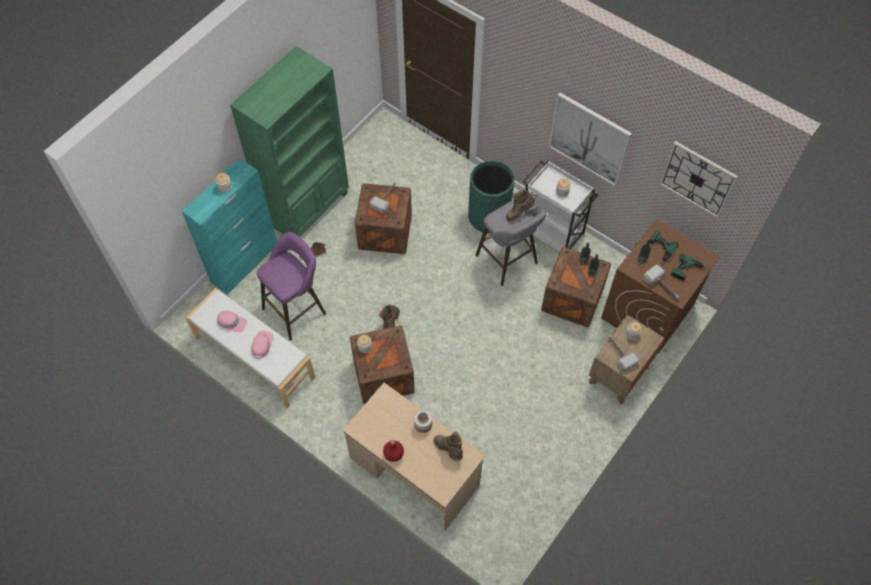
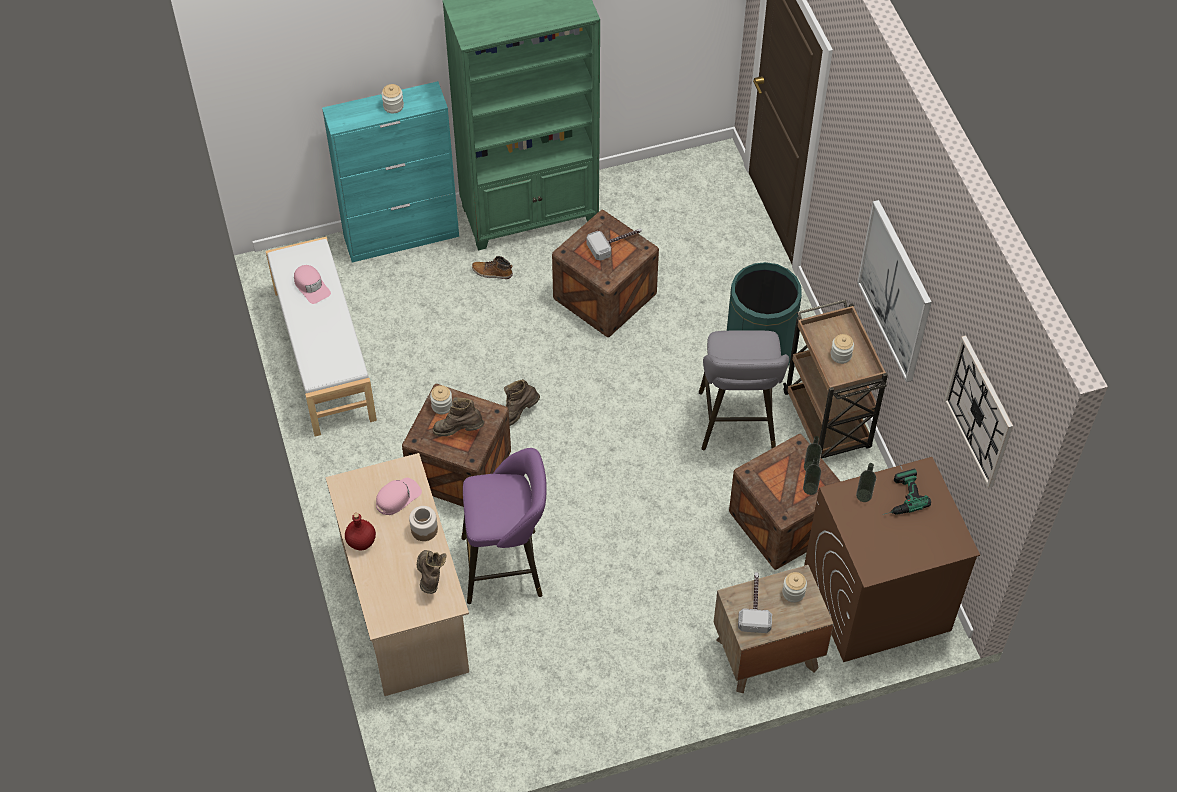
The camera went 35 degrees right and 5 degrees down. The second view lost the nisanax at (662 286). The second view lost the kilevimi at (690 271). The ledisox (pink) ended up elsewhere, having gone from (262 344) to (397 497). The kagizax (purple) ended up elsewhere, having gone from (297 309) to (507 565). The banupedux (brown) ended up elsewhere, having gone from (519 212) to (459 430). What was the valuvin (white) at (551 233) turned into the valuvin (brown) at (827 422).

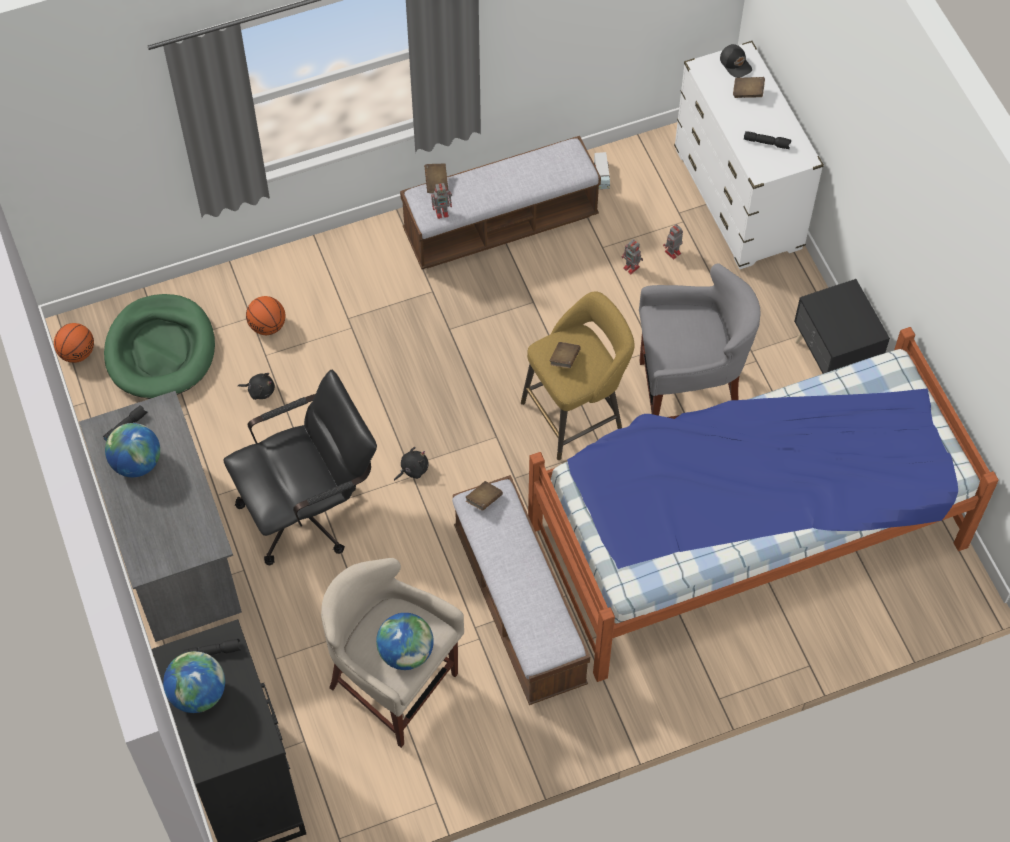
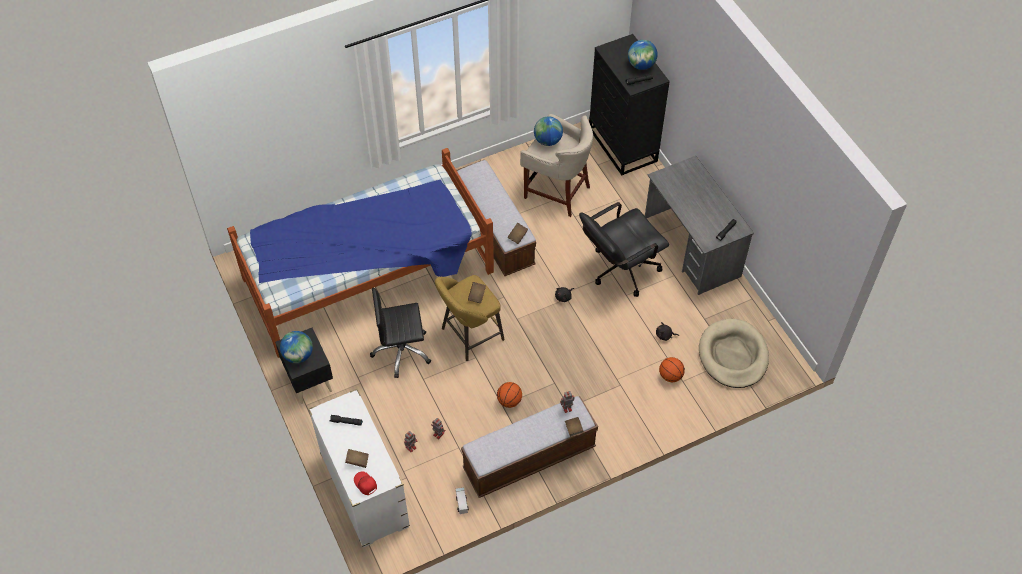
The camera went 175 degrees right and 5 degrees down. The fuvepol ended up elsewhere, having gone from (77 352) to (509 401). The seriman ended up elsewhere, having gone from (136 463) to (298 355). Where the kagizax (grey) stood at (687 396), the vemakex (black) came to stand at (401 351). What was the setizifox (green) at (161 350) turned into the setizifox (beige) at (733 355). What was the ledisox (black) at (735 64) turned into the ledisox (red) at (365 484).

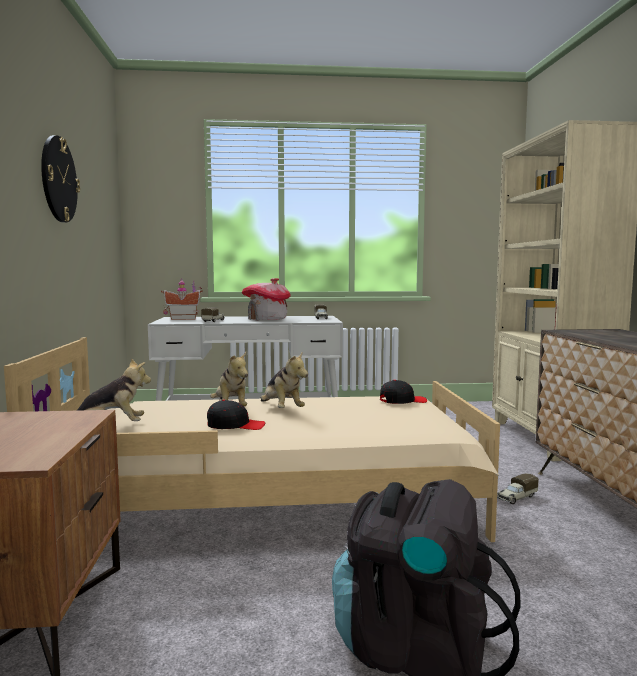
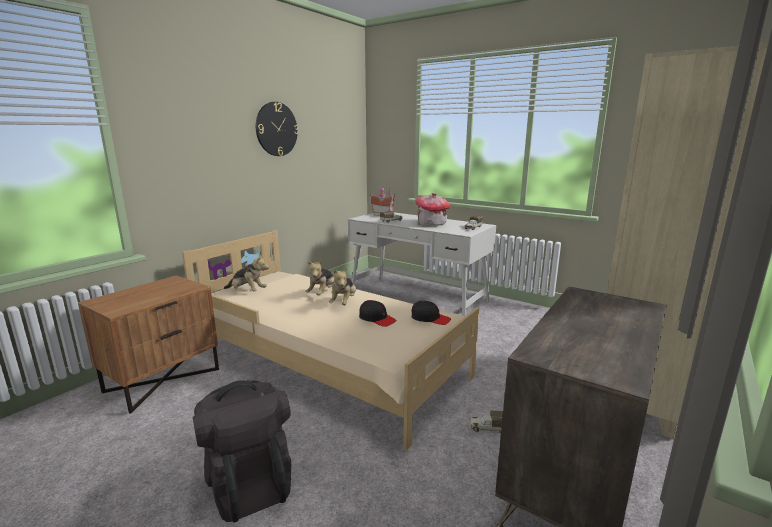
The camera went 40 degrees right and 10 degrees up. The ledisox (black) ended up elsewhere, having gone from (235 426) to (377 319).

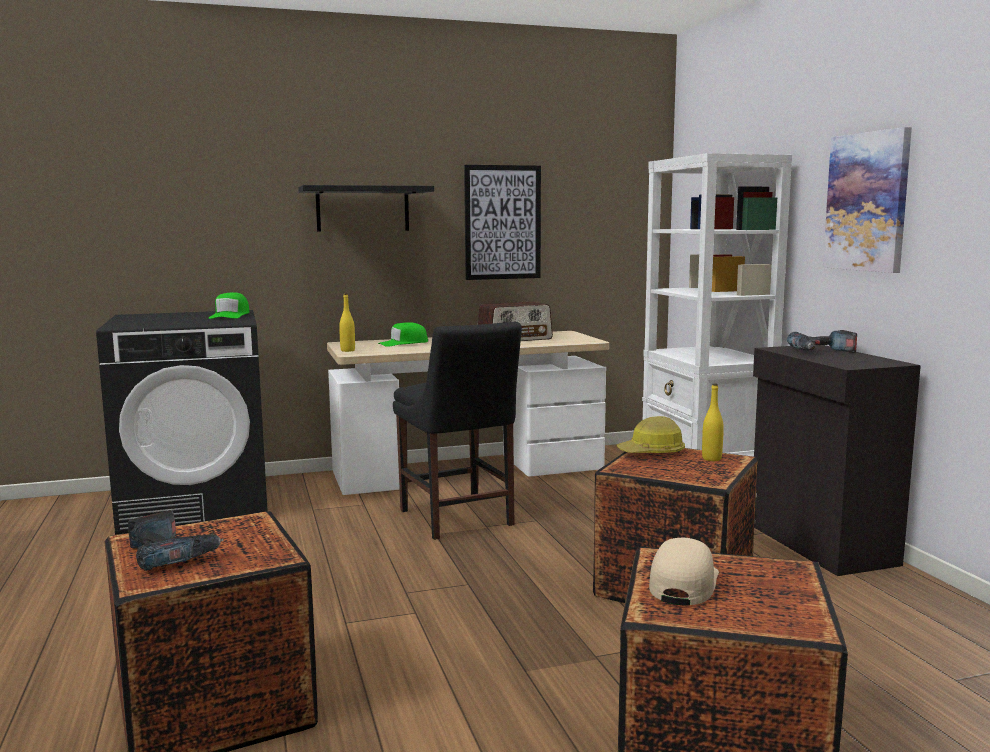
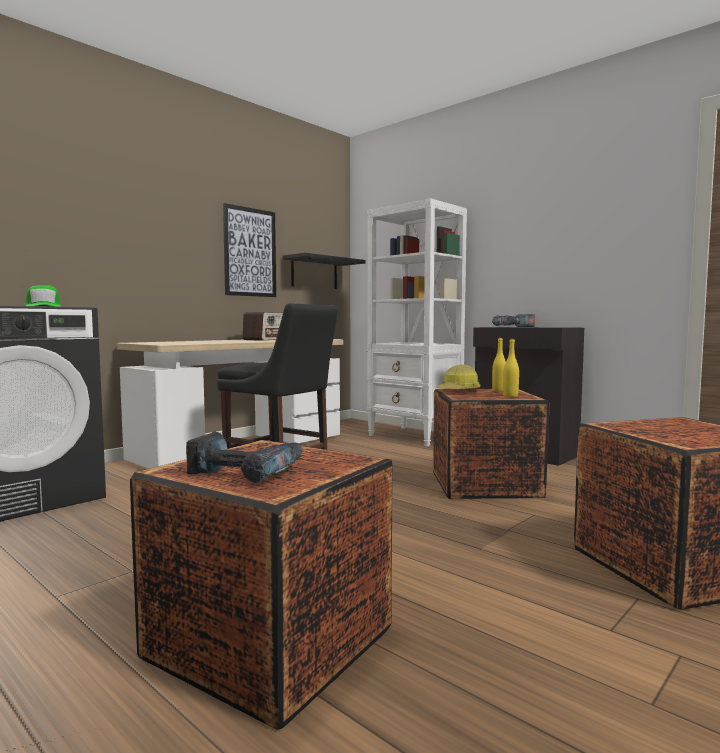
The camera went 30 degrees left and 5 degrees down. The second view lost the ledisox (green) at (403 343). The second view lost the ledisox (beige) at (683 583). The second view lost the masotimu at (867 202). The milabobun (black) ended up elsewhere, having gone from (362 209) to (314 273). The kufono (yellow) ended up elsewhere, having gone from (347 350) to (510 396).

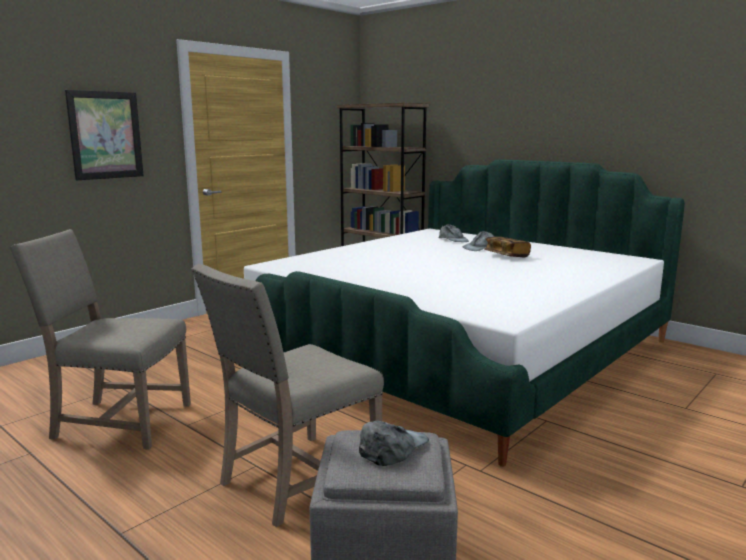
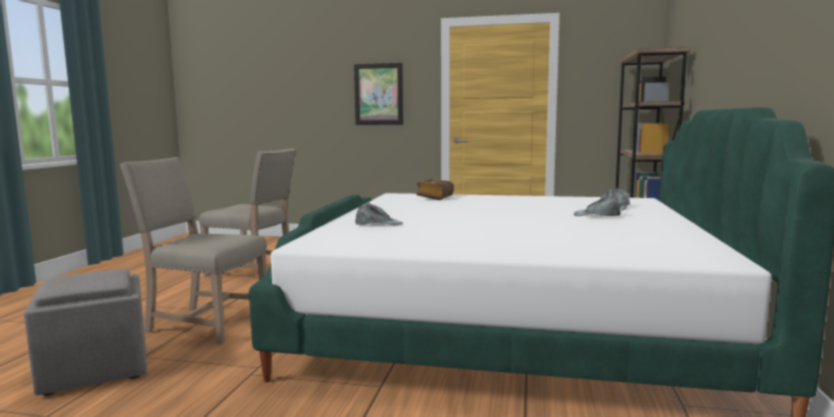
The camera went 60 degrees right and 5 degrees down. The ledisox (grey) ended up elsewhere, having gone from (392 447) to (379 224). The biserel ended up elsewhere, having gone from (506 256) to (435 197). The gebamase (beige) at (118 422) ended up facing another way, 135 degrees clockwise from before.

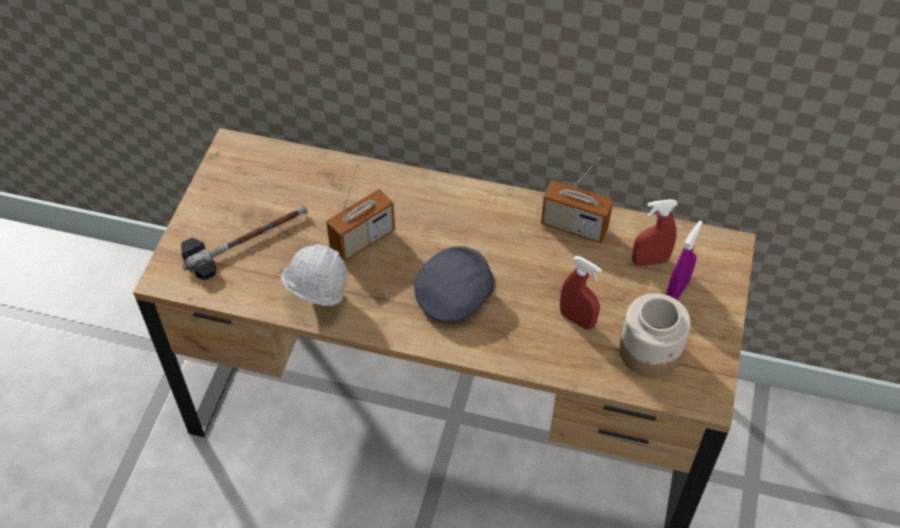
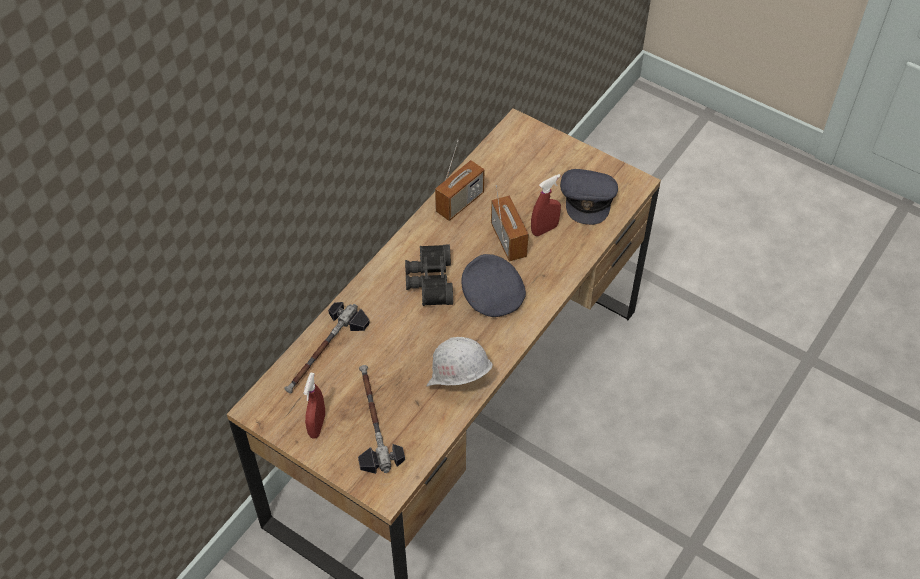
The camera went 70 degrees left and 0 degrees up. The second view lost the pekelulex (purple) at (677 290). The second view gained the nisanax at (324 352). The second view gained the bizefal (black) at (428 281). The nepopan ended up elsewhere, having gone from (362 240) to (508 240). The pekelulex (red) ended up elsewhere, having gone from (650 261) to (317 425). Where the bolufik stood at (650 352), the ledisox (grey) came to stand at (588 199).

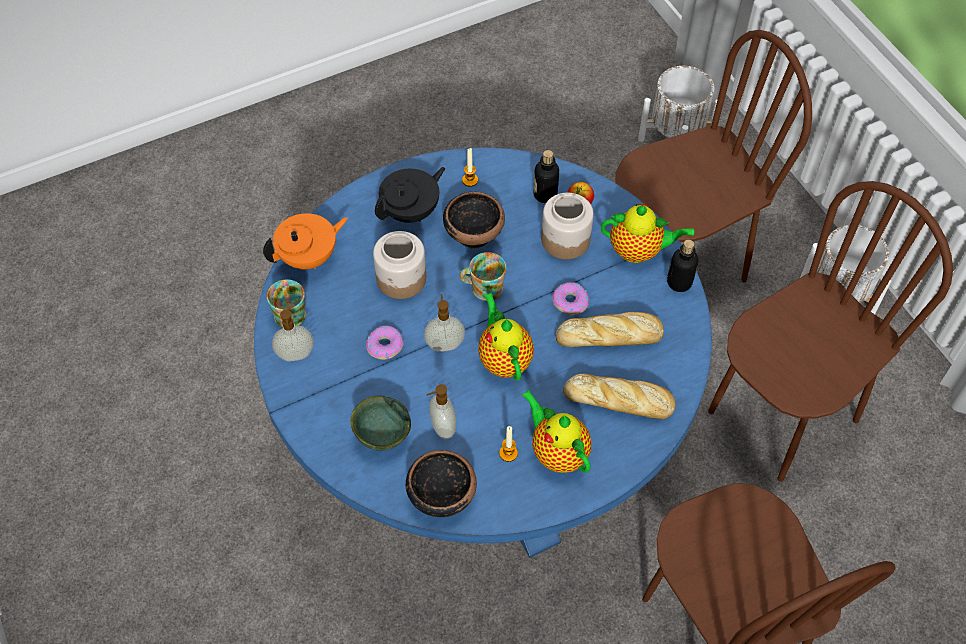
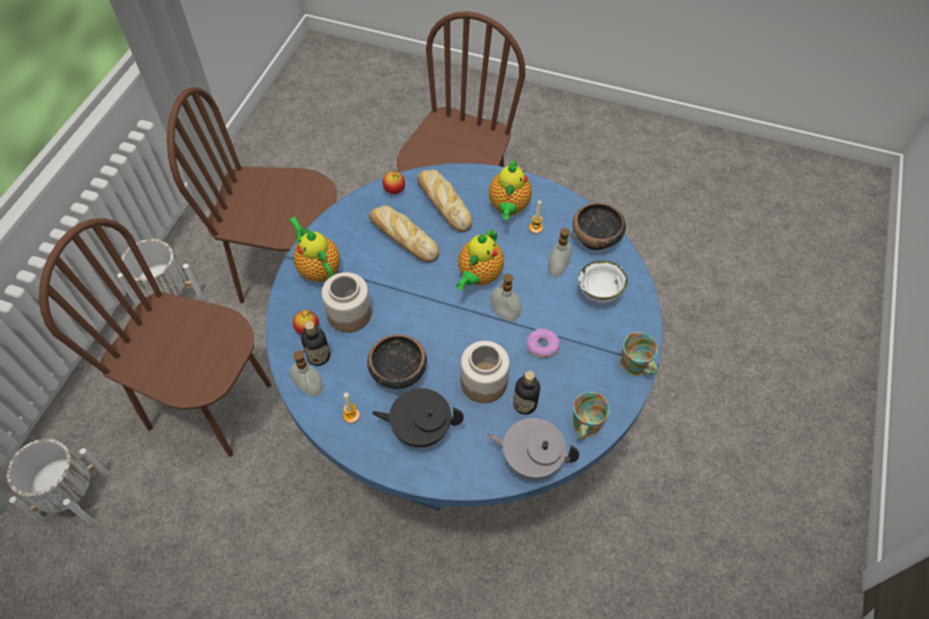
The camera went 135 degrees left and 0 degrees up. The second view lost the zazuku at (570 302). The second view gained the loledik at (394 190). The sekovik ended up elsewhere, having gone from (296 356) to (310 387). The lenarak ended up elsewhere, having gone from (482 287) to (636 366). The kufono ended up elsewhere, having gone from (679 282) to (524 404). What was the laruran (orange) at (309 257) turned into the laruran (grey) at (531 458). What was the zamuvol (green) at (381 435) turned into the zamuvol (white) at (599 294).

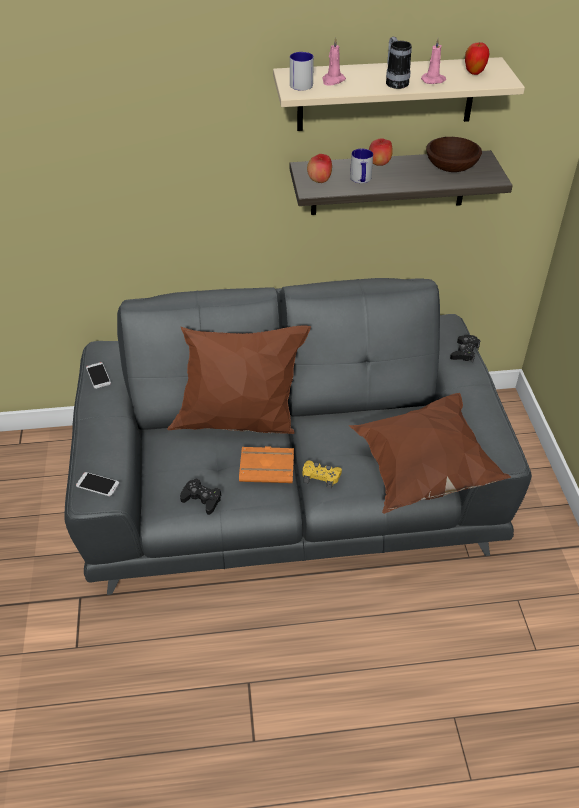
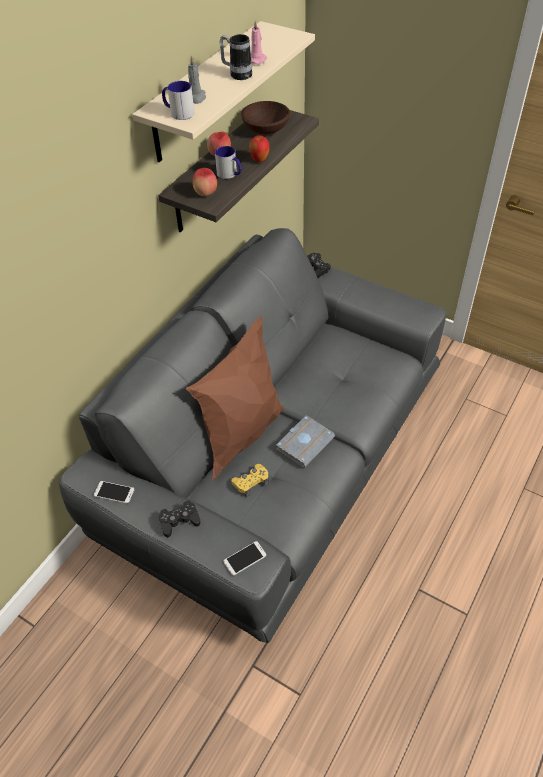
The camera went 50 degrees left and 5 degrees up. The second view lost the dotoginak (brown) at (422 472). The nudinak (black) ended up elsewhere, having gone from (202 499) to (179 521). The nudinak (yellow) ended up elsewhere, having gone from (321 476) to (251 482). The loledik ended up elsewhere, having gone from (474 73) to (259 160). What was the biserel (orange) at (268 467) turned into the biserel (grey) at (304 442). What was the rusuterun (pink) at (333 80) turned into the rusuterun (grey) at (196 97).

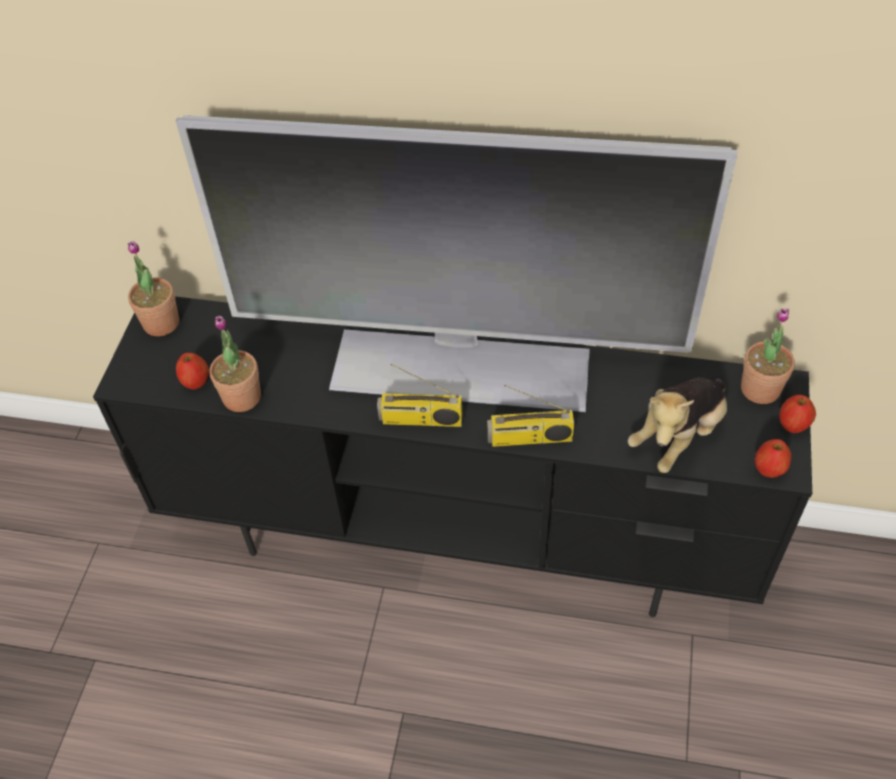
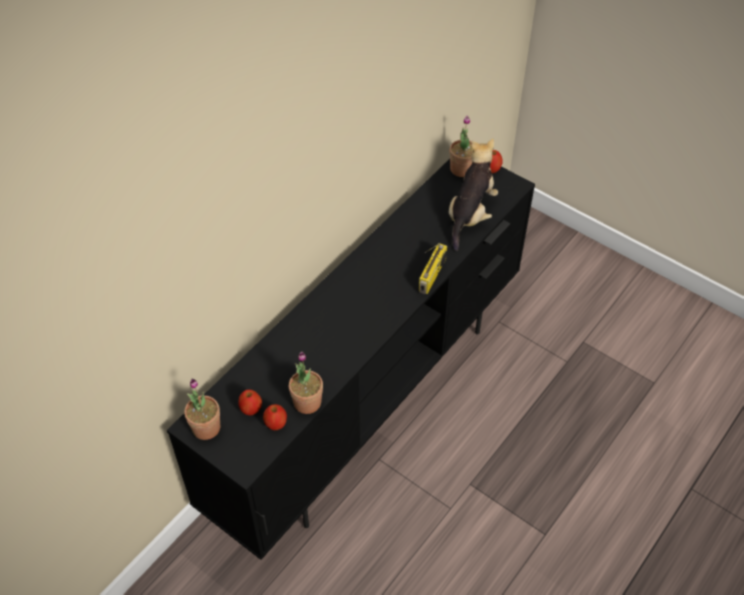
The camera went 65 degrees left and 0 degrees up. The second view lost the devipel at (460 366). The second view lost the nepopan at (420 420). The loledik ended up elsewhere, having gone from (769 469) to (251 409). The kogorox at (678 436) ended up facing another way, 135 degrees counterclockwise from before.

